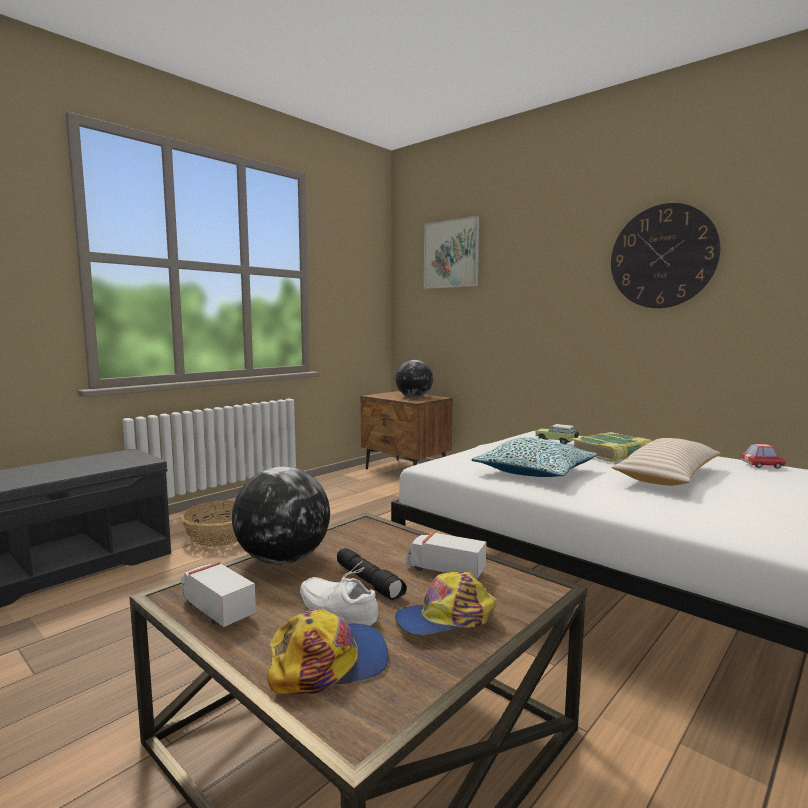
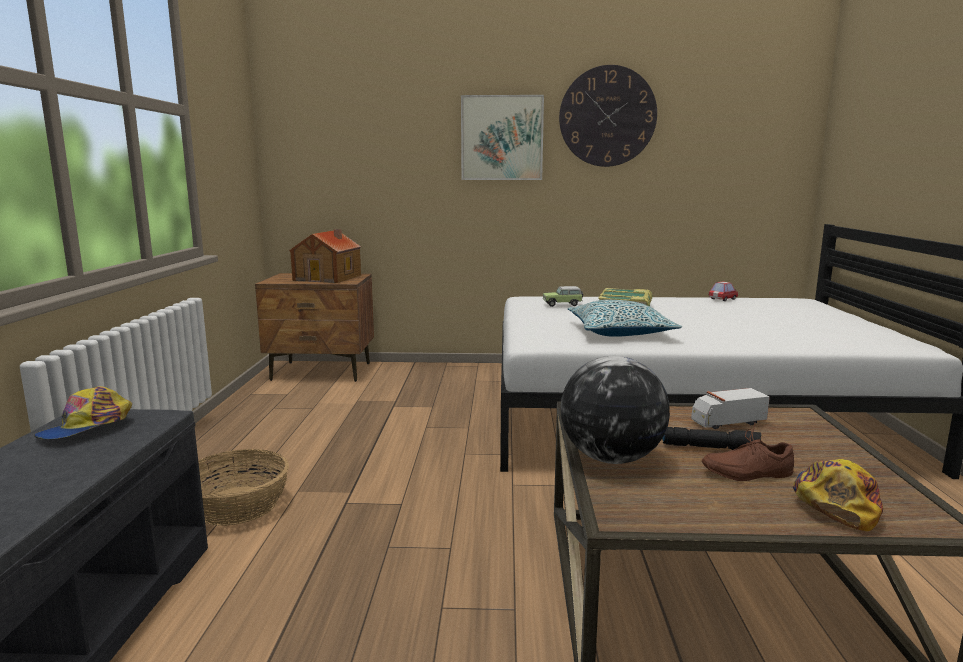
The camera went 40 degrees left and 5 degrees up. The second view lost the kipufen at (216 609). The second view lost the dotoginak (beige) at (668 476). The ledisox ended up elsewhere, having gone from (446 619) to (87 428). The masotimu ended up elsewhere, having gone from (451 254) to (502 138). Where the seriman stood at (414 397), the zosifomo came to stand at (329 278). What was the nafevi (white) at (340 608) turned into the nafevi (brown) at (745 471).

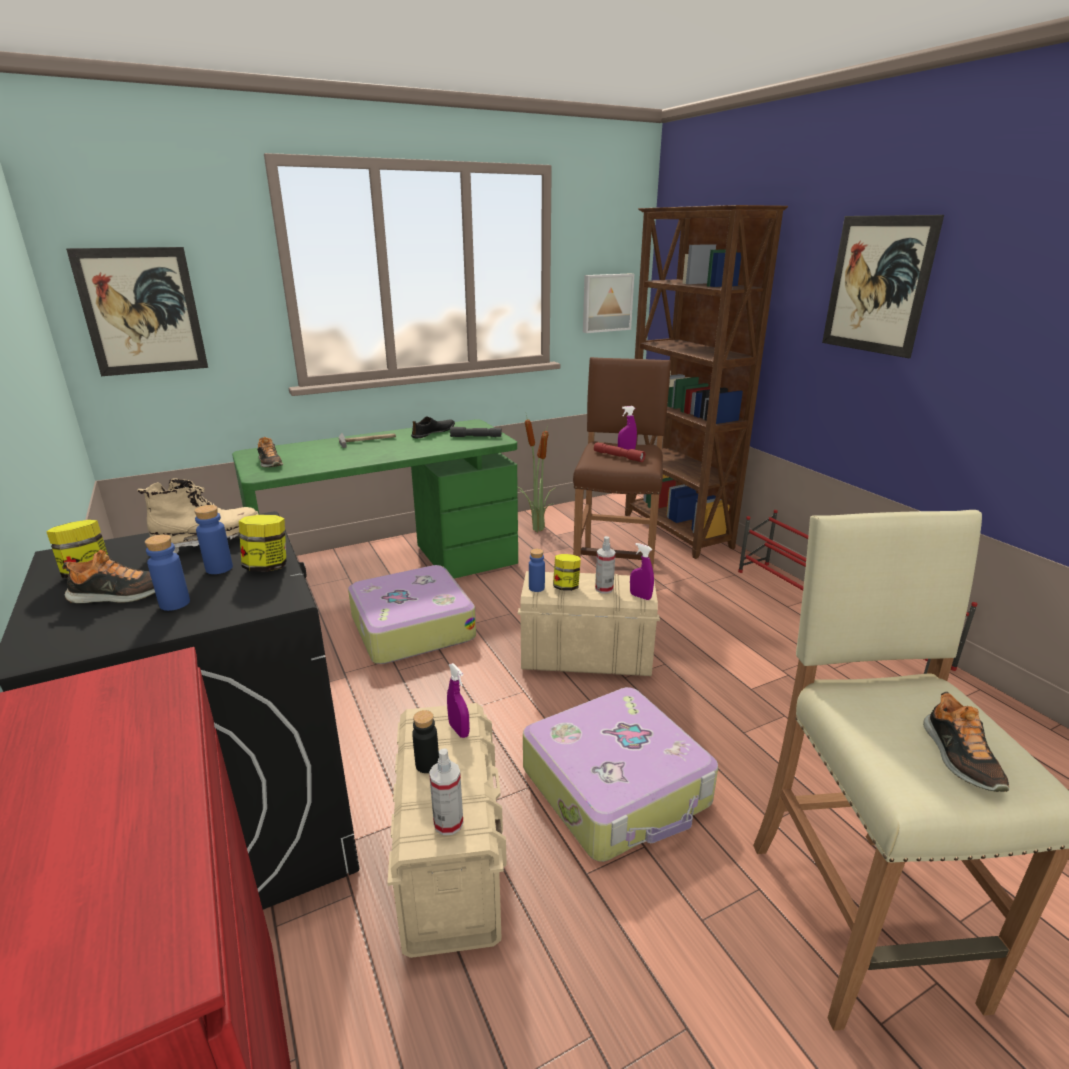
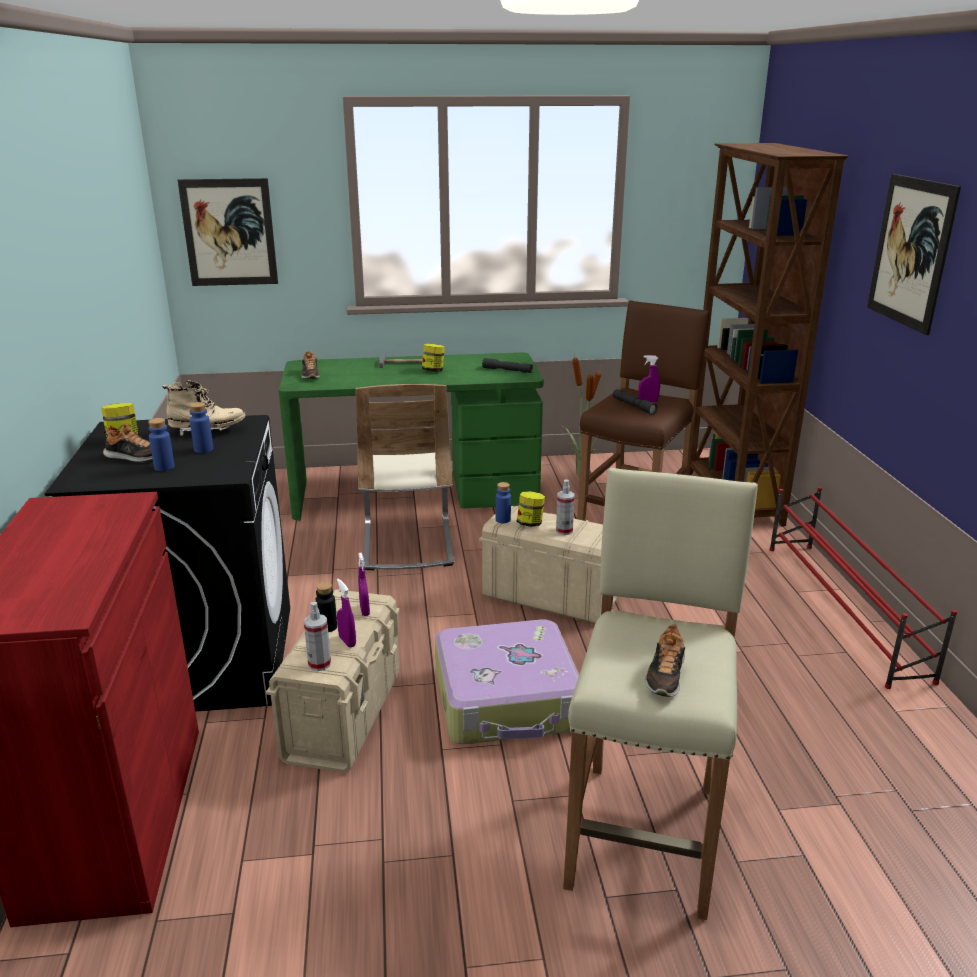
The camera went 20 degrees right and 0 degrees up. The second view lost the nafevi (black) at (433 432). The second view lost the masotimu at (606 302). The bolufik ended up elsewhere, having gone from (267 567) to (433 370). The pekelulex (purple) ended up elsewhere, having gone from (640 596) to (347 641). Where the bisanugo stood at (411 627), the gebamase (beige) came to stand at (407 543). What was the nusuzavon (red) at (618 456) turned into the nusuzavon (grey) at (633 406).

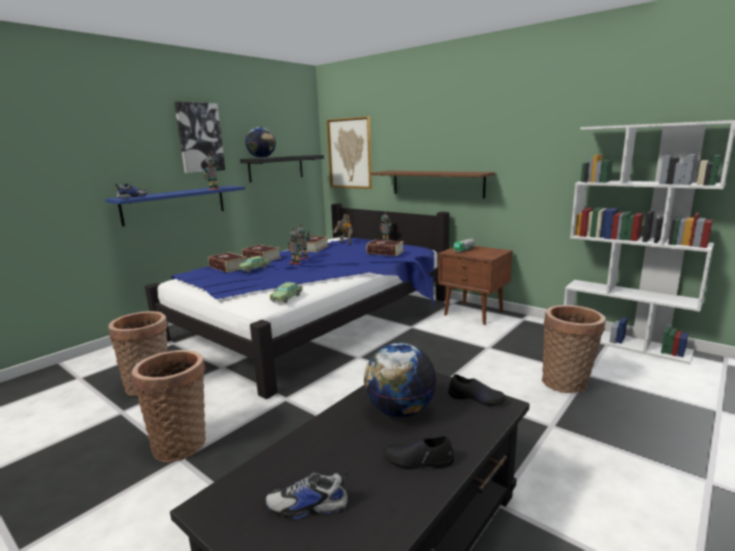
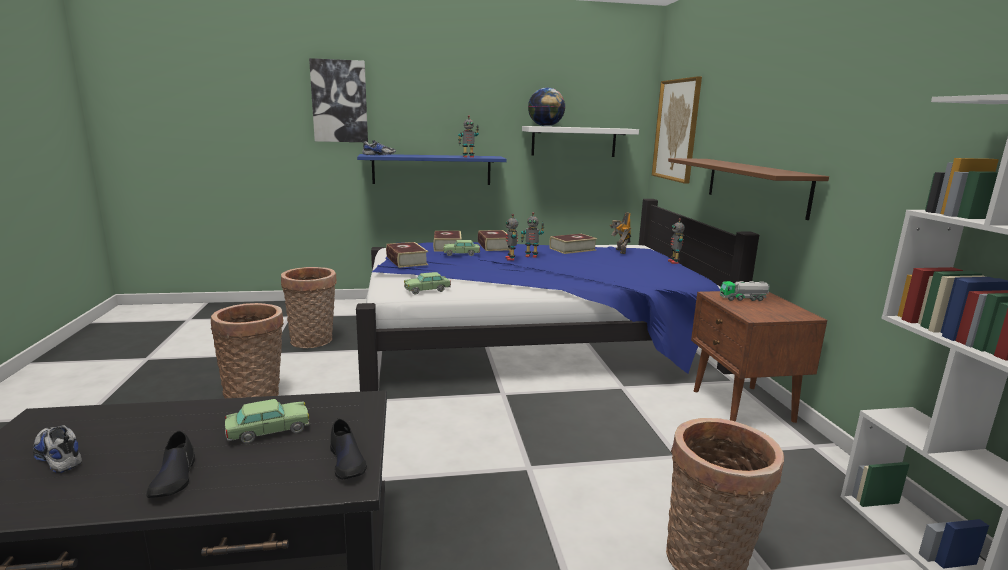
The camera went 40 degrees right and 0 degrees up. The masotimu ended up elsewhere, having gone from (200 137) to (339 101). The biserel ended up elsewhere, having gone from (385 252) to (406 261). Where the seriman stood at (400 410), the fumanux came to stand at (268 431). What was the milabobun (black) at (276 168) turned into the milabobun (white) at (574 141). The nafevi (black) at (418 460) ended up facing another way, 150 degrees counterclockwise from before.

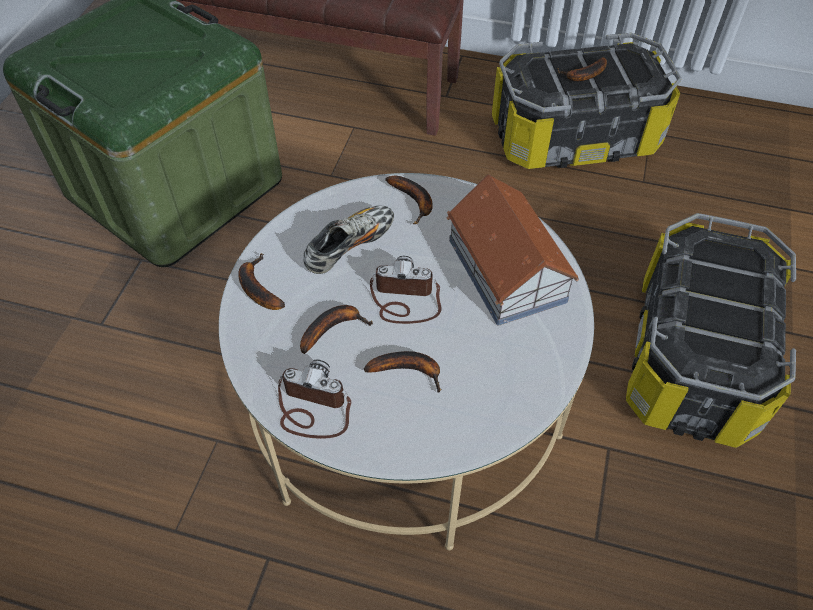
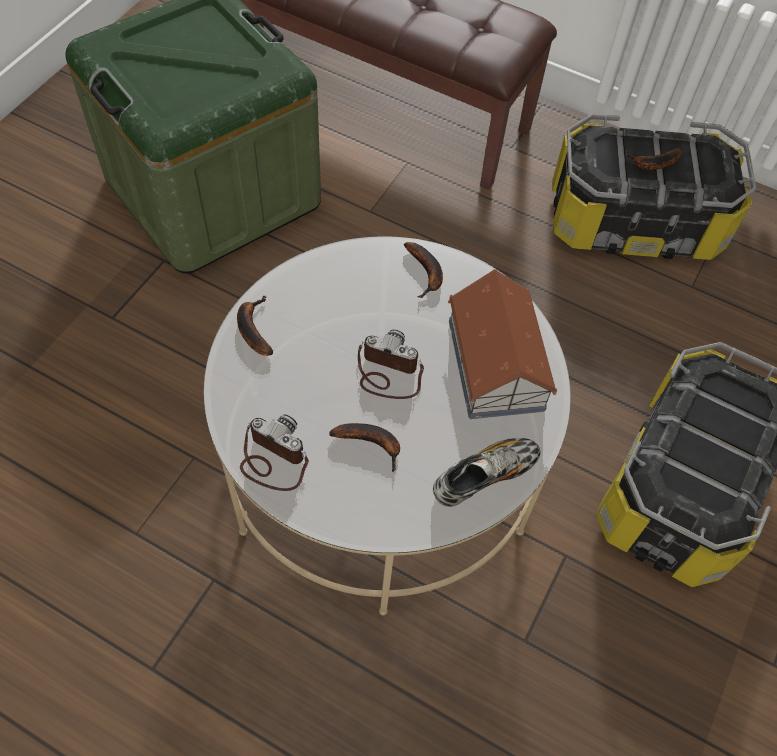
The camera went 10 degrees right and 5 degrees up. The second view lost the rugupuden at (333 328). The nafevi ended up elsewhere, having gone from (349 247) to (484 477).

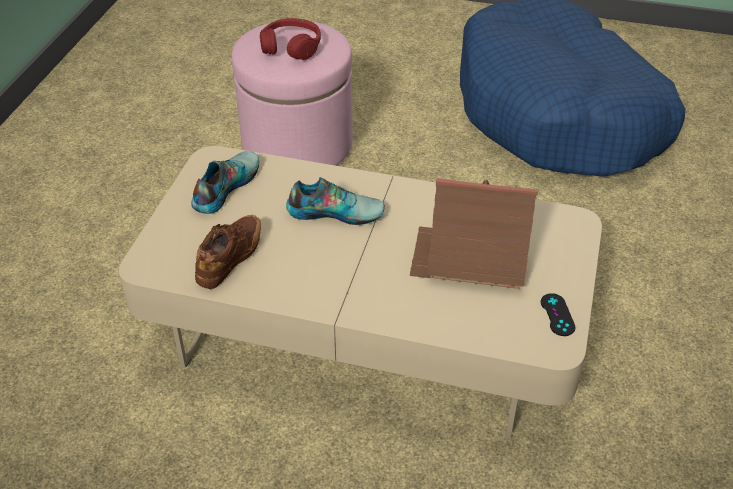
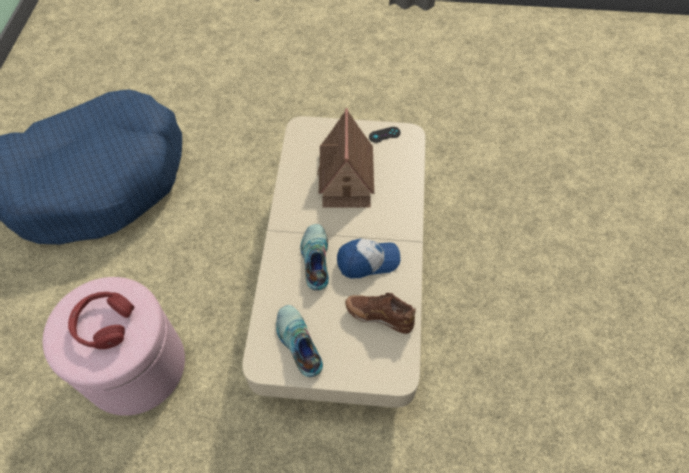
The camera went 100 degrees left and 15 degrees up. The second view gained the ledisox at (368 261). The nafevi at (224 187) ended up facing another way, 45 degrees clockwise from before.

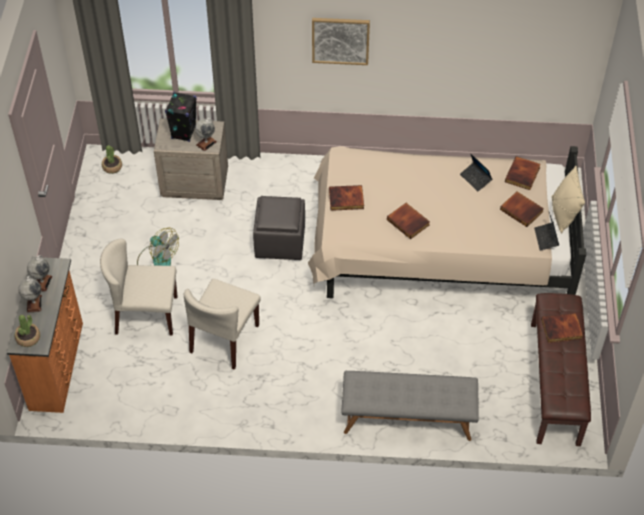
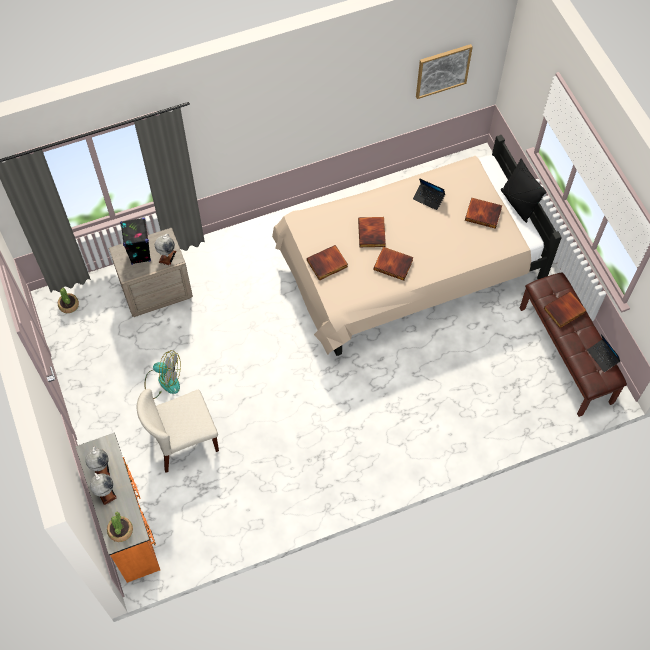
The camera went 25 degrees left and 10 degrees up. The second view lost the gebamase (beige) at (224 339). The second view lost the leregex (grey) at (280 242). The second view lost the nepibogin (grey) at (407 419). The masotimu ended up elsewhere, having gone from (340 40) to (442 70). The biserel ended up elsewhere, having gone from (523 175) to (372 233). The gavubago ended up elsewhere, having gone from (546 238) to (602 357). What was the dotoginak (beige) at (562 214) turned into the dotoginak (black) at (518 204).

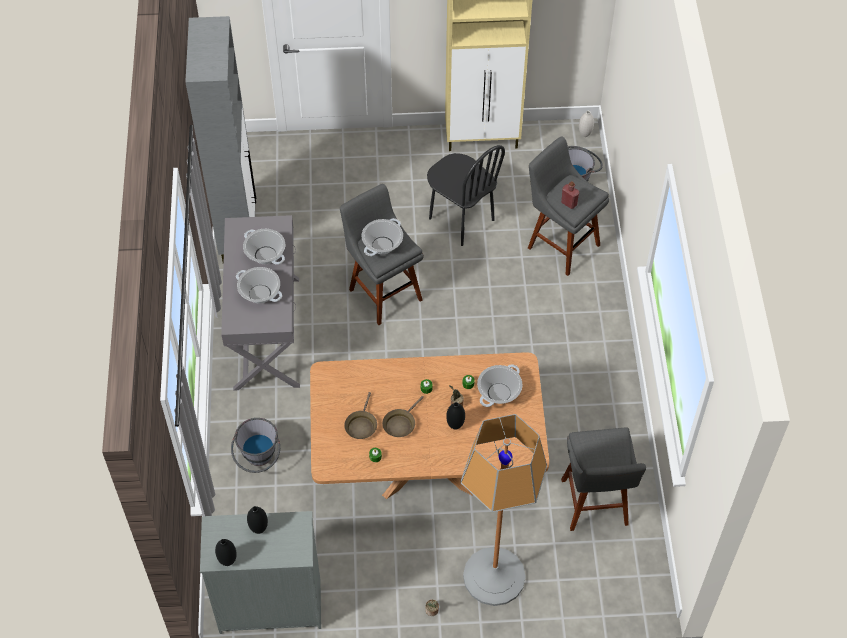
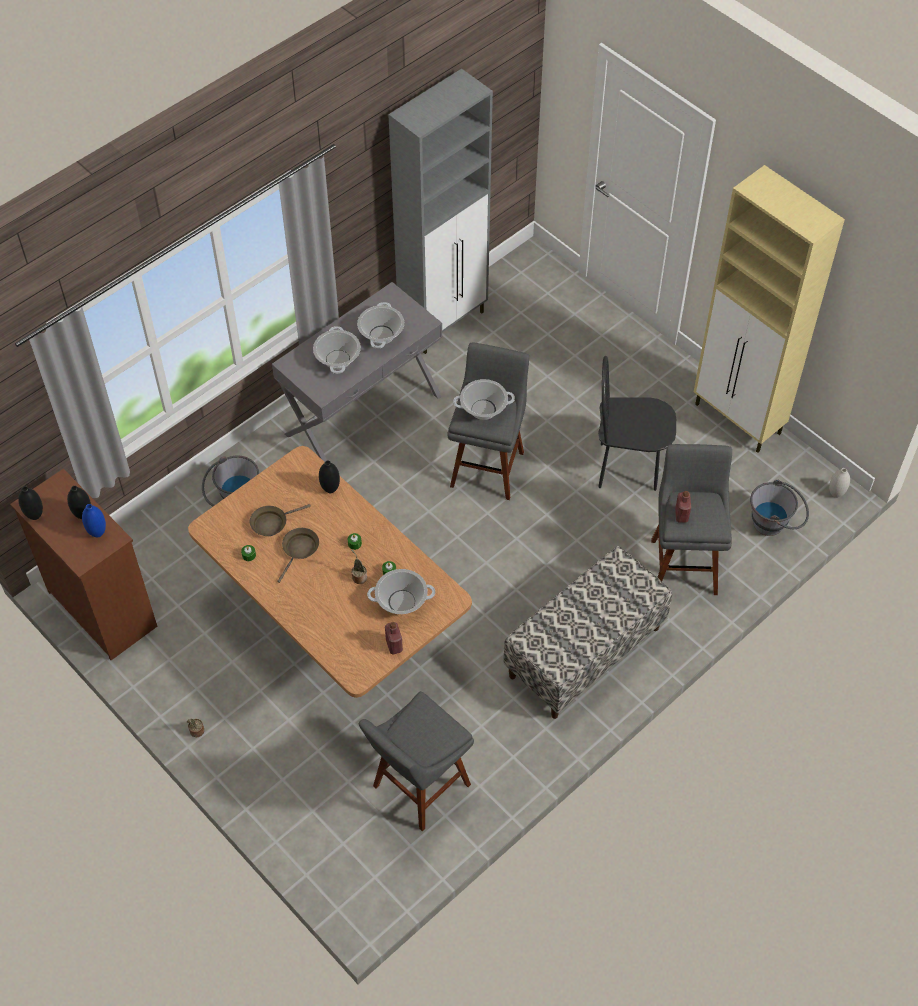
The camera went 50 degrees right and 0 degrees up. The second view lost the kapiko at (494 577). The second view gained the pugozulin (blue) at (98 533). The second view gained the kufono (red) at (394 645). The second view gained the nepibogin at (584 652). The pugozulin (black) ended up elsewhere, having gone from (455 425) to (330 489). What was the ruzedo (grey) at (269 605) turned into the ruzedo (brown) at (102 608). The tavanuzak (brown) at (400 424) ended up facing another way, 120 degrees clockwise from before. The gebamase (black) at (461 219) ended up facing another way, 90 degrees clockwise from before.

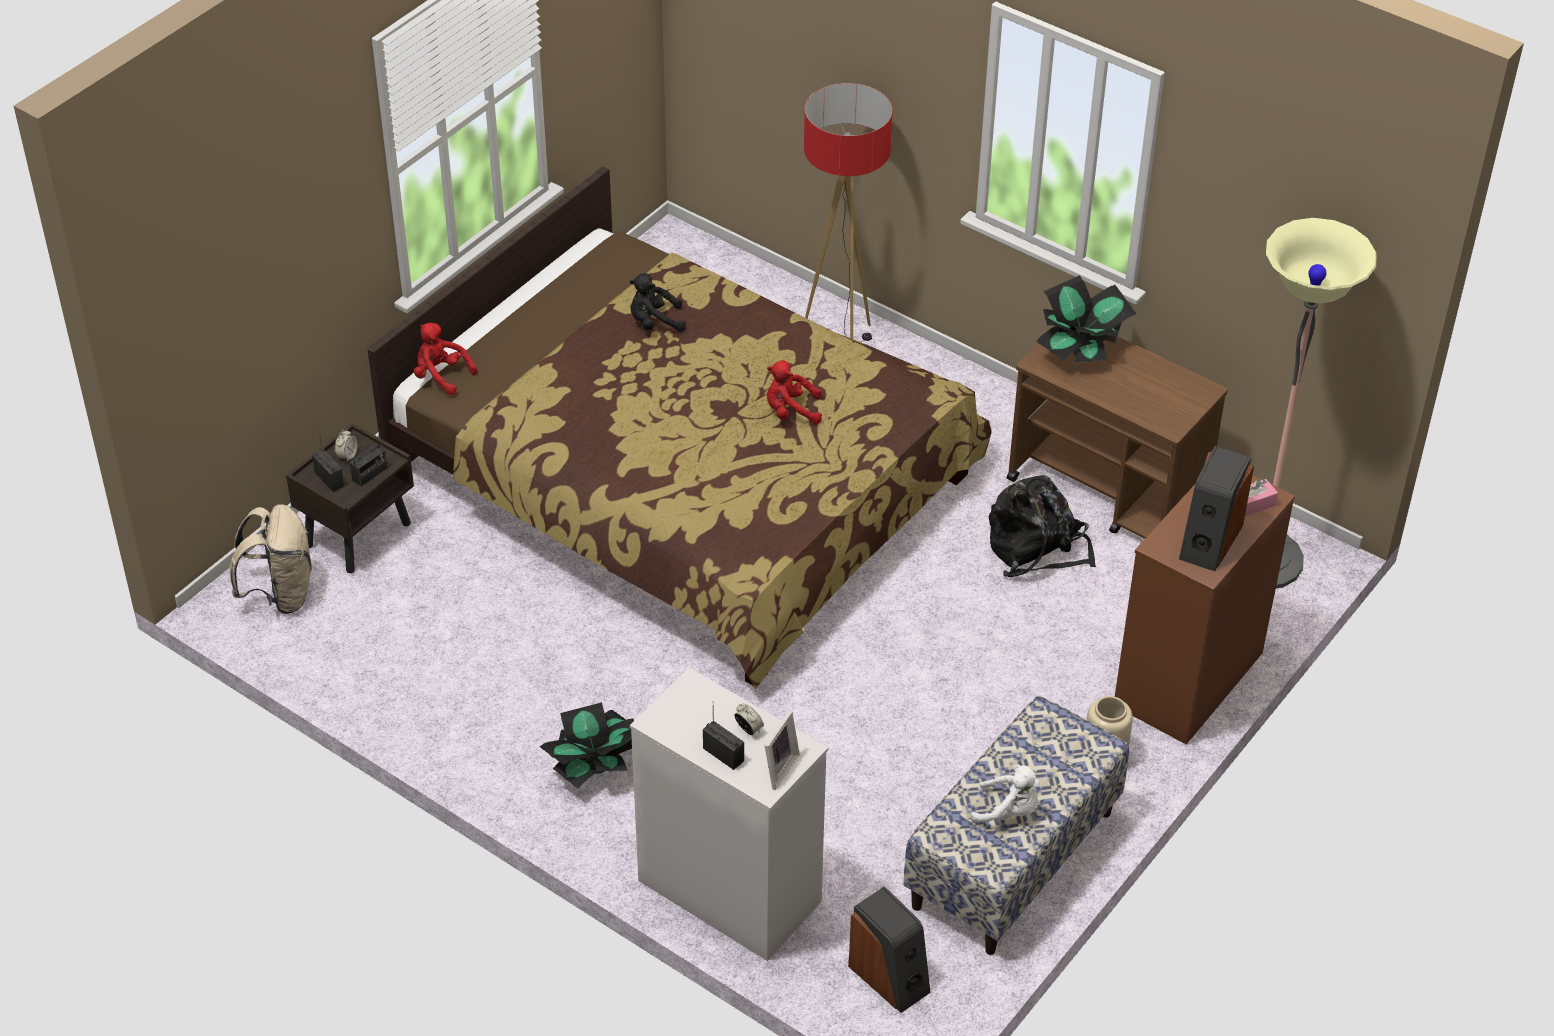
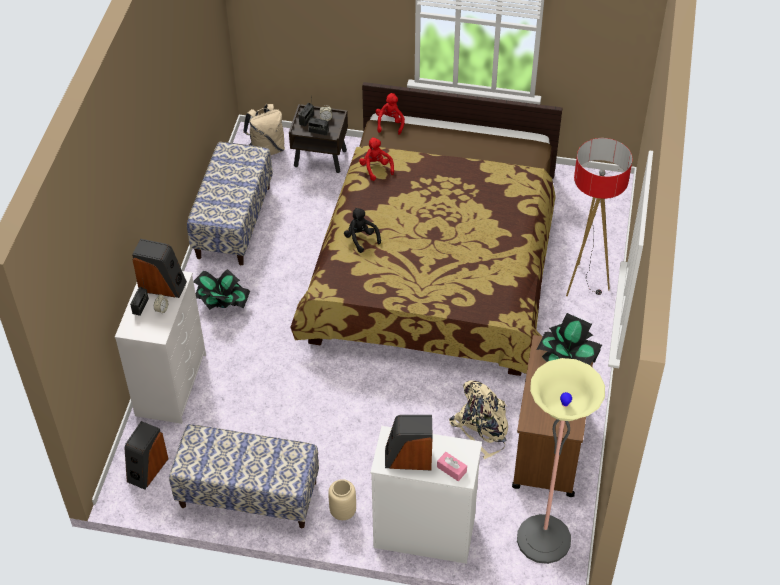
The camera went 65 degrees right and 5 degrees up. The second view lost the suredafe at (777 768). The second view lost the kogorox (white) at (1009 811). The second view gained the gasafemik at (162 285). The second view gained the nepibogin at (233 221). The kogorox (black) ended up elsewhere, having gone from (654 322) to (361 238). The kogorox (red) ended up elsewhere, having gone from (791 411) to (376 168). What was the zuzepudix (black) at (1036 549) turned into the zuzepudix (beige) at (482 427). What was the ruzedo (brown) at (1188 680) turned into the ruzedo (white) at (423 533).

